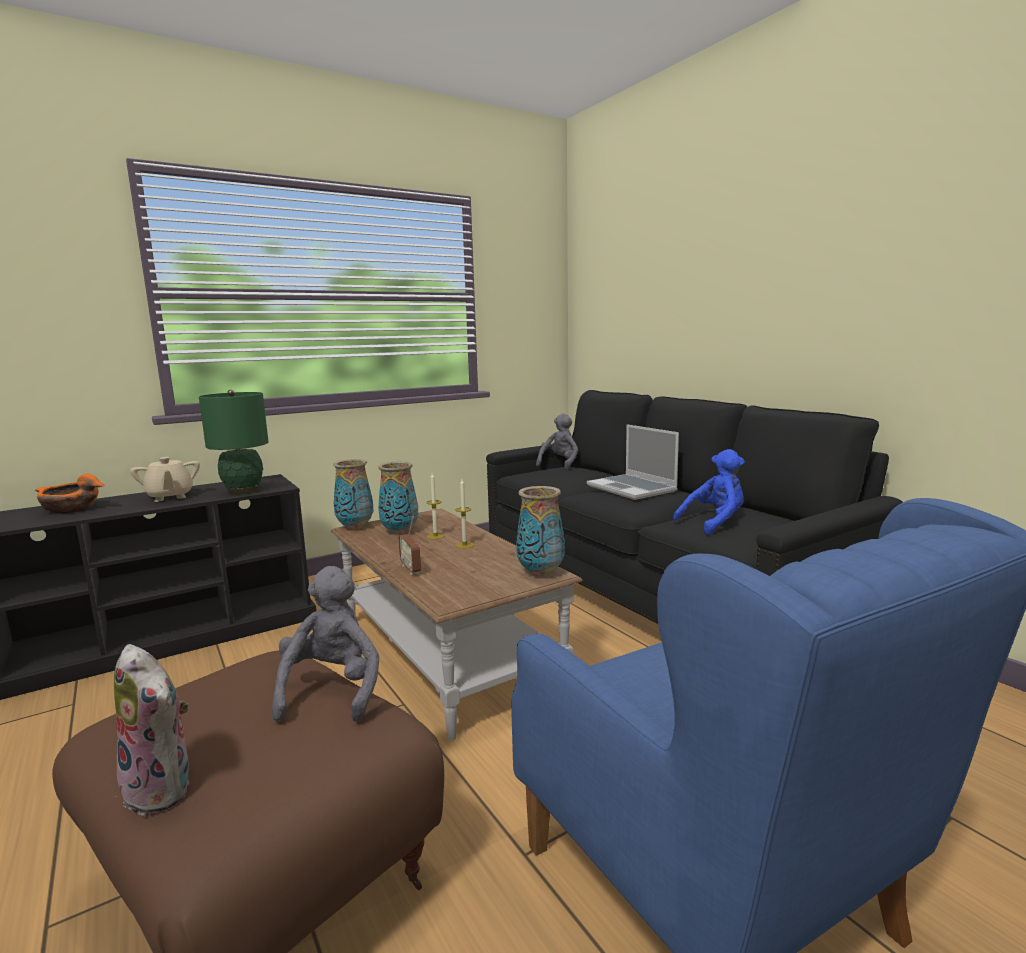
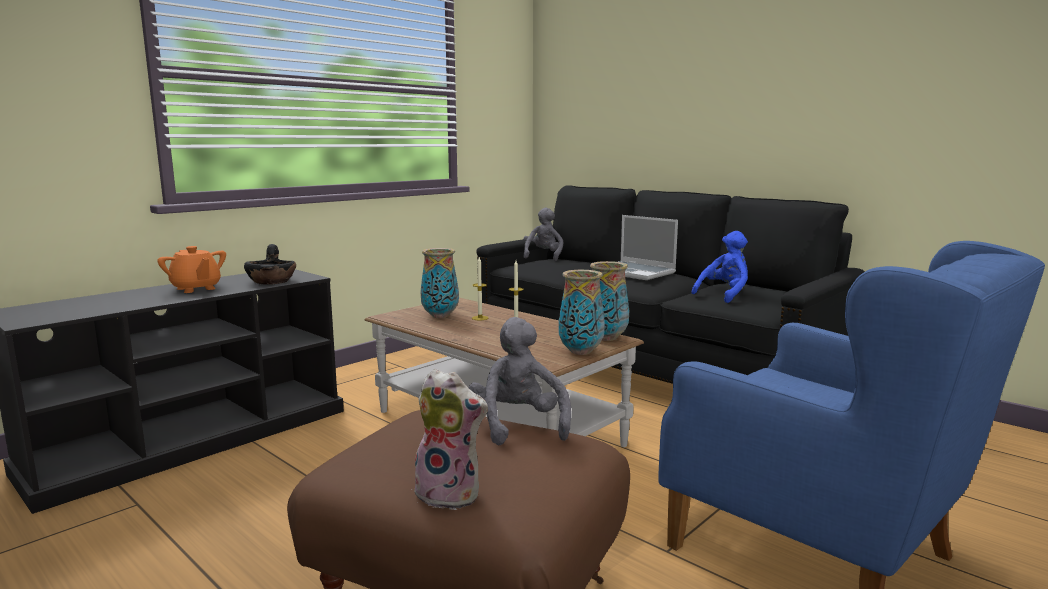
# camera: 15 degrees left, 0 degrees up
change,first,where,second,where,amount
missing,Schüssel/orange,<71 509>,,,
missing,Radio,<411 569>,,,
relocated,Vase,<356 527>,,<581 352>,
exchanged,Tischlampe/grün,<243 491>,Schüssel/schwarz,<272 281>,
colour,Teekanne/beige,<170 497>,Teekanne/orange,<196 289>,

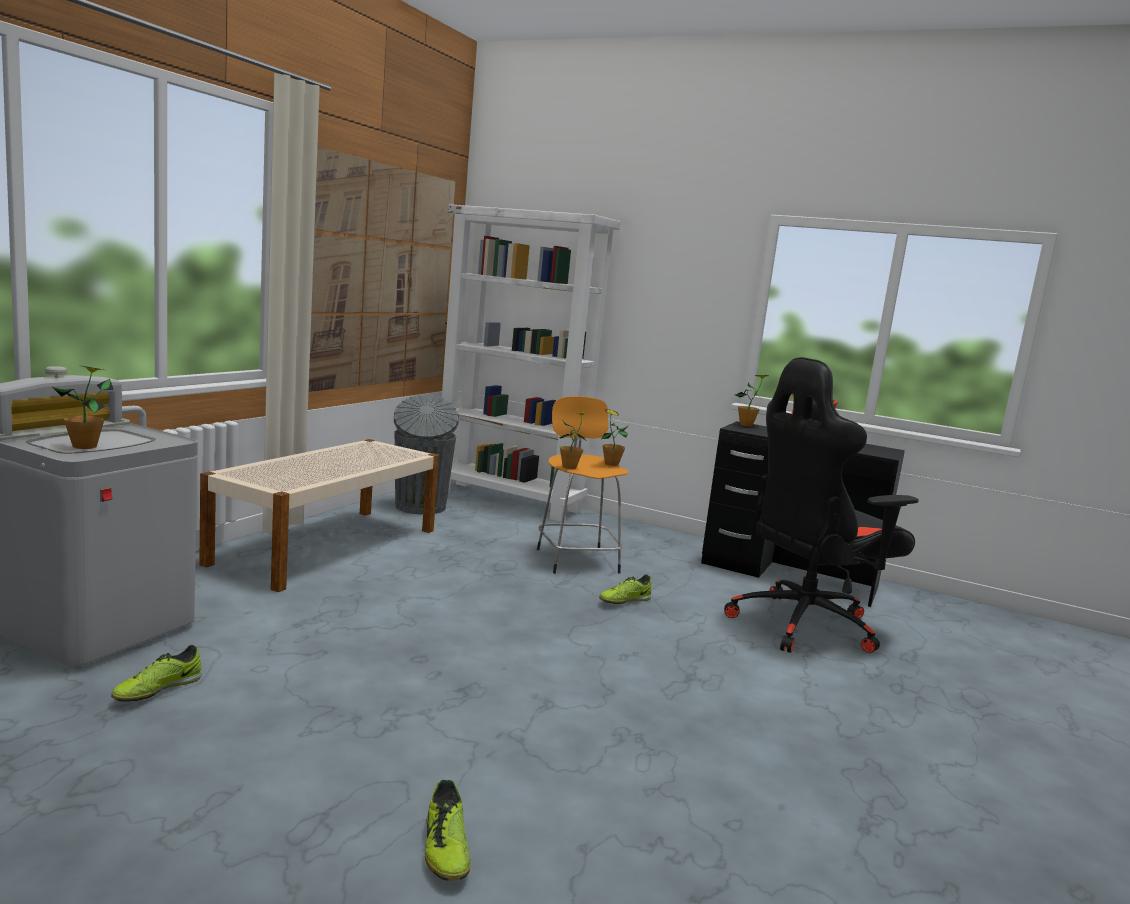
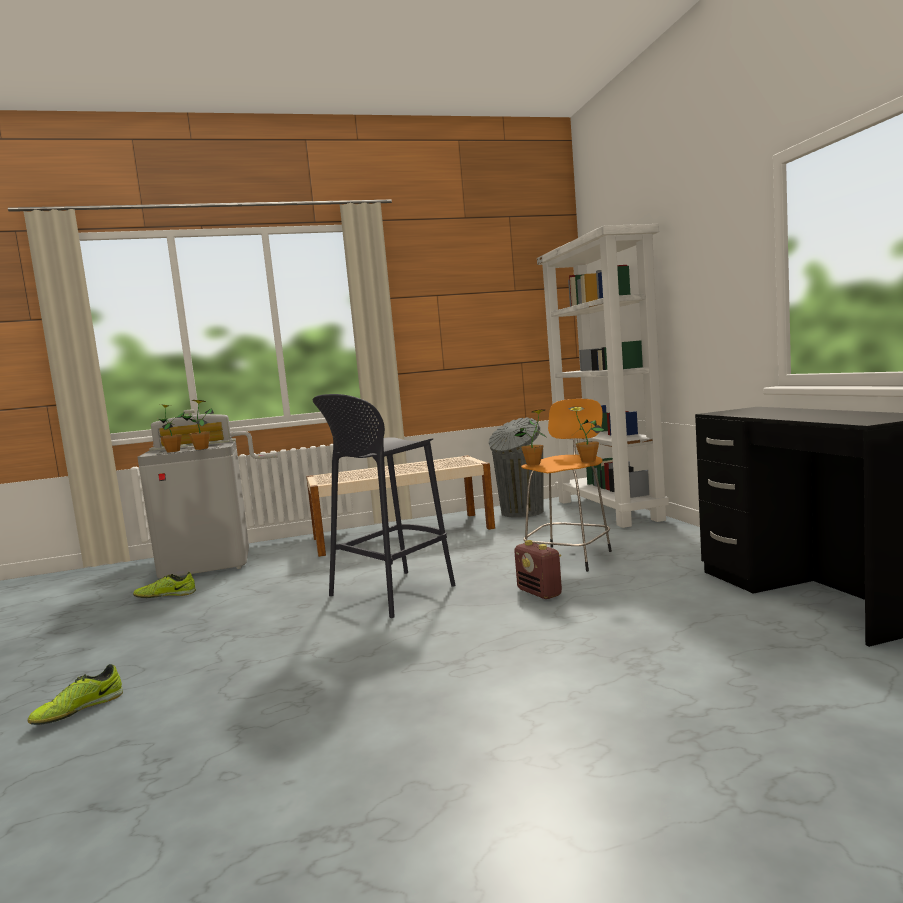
# camera: 50 degrees right, 5 degrees down
change,first,where,second,where,amount
missing,Bild,<385 277>,,,
missing,Bürostuhl/schwarz,<811 624>,,,
appeared,,,Hocker/grau,<392 593>,
relocated,Topfpflanze,<746 425>,,<201 448>,
exchanged,Schuh,<624 601>,Radio,<540 593>,

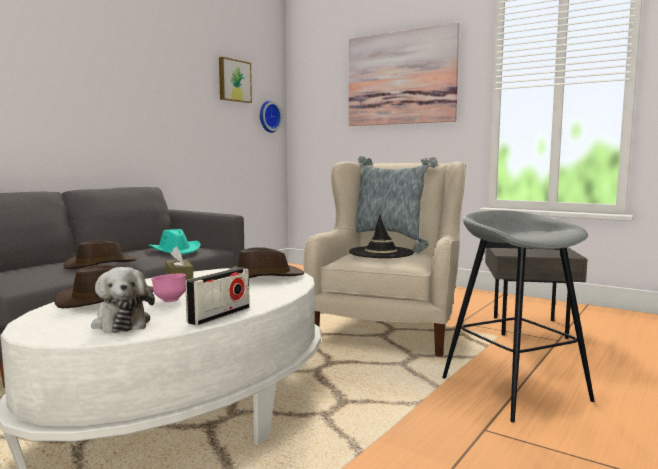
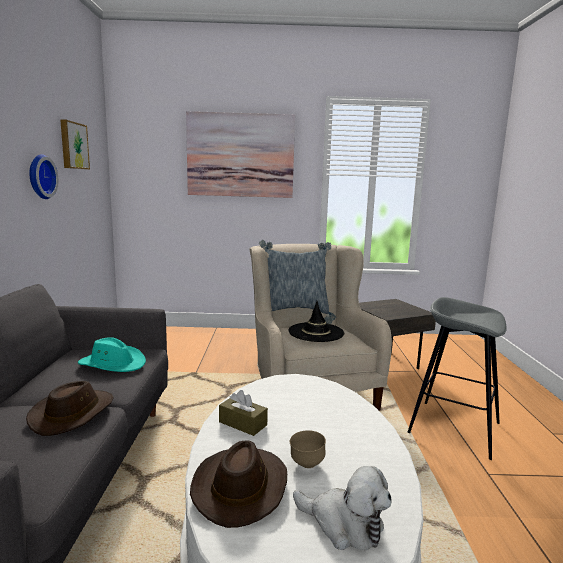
# camera: 35 degrees left, 5 degrees up
change,first,where,second,where,amount
missing,Radio,<219 315>,,,
missing,Hut/braun,<263 276>,,,
relocated,Wanduhr,<268 116>,,<40 176>,
colour,Schüssel/rosa,<169 301>,Schüssel/braun,<306 464>,

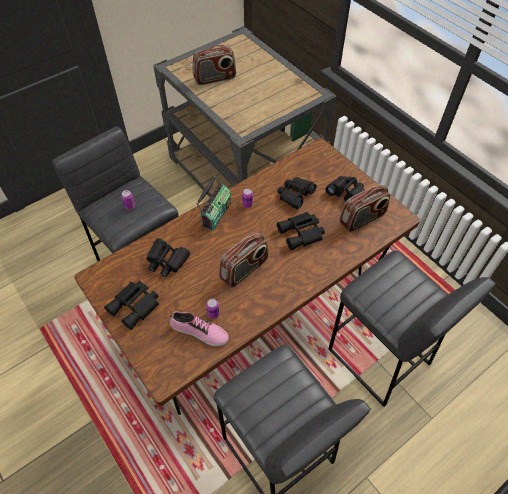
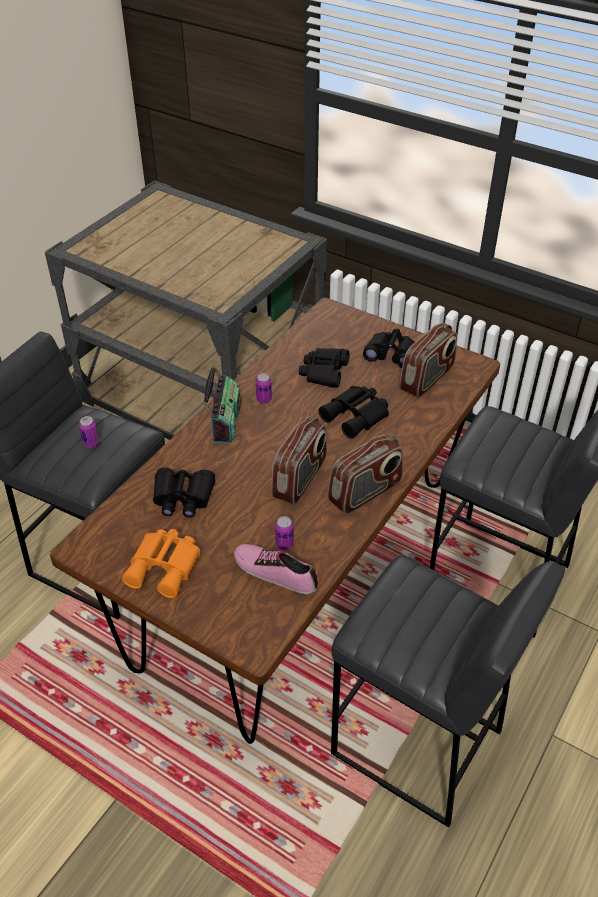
# camera: 20 degrees left, 10 degrees down
change,first,where,second,where,amount
relocated,Radio,<215 78>,,<365 493>,
colour,Fernglas/schwarz,<135 306>,Fernglas/orange,<166 567>,
spun,Schuh,<199 332>,,<275 572>,150 degrees counterclockwise

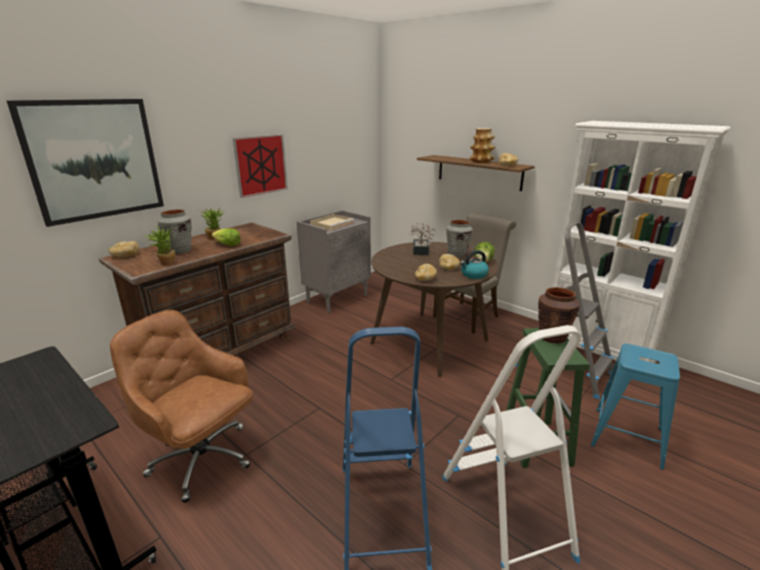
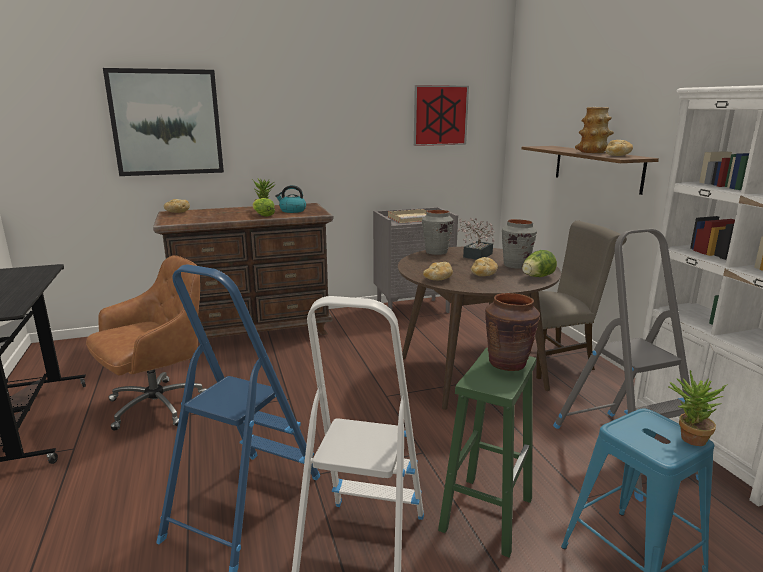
# camera: 30 degrees right, 5 degrees down
change,first,where,second,where,amount
relocated,Topfpflanze,<164 262>,,<687 438>,
relocated,Vase/grau,<180 251>,,<436 252>,
relocated,Bild,<261 165>,,<440 115>,
relocated,Wasserkessel,<473 275>,,<292 211>,
spun,Bürostuhl/braun,<202 458>,,<157 405>,75 degrees clockwise

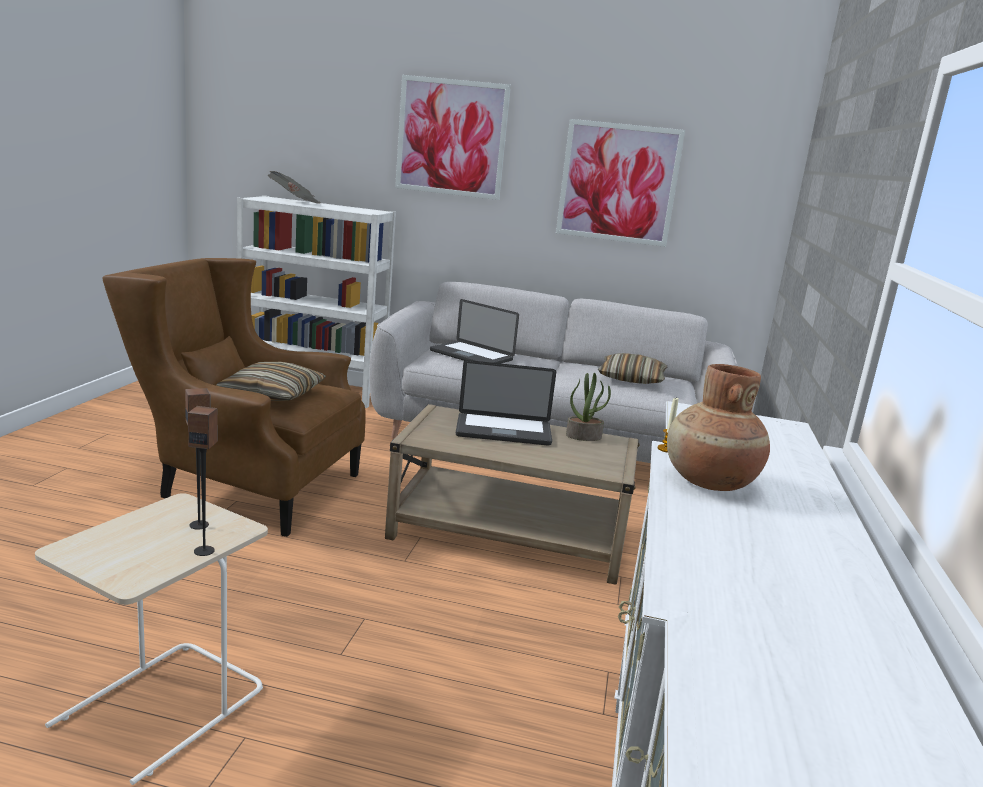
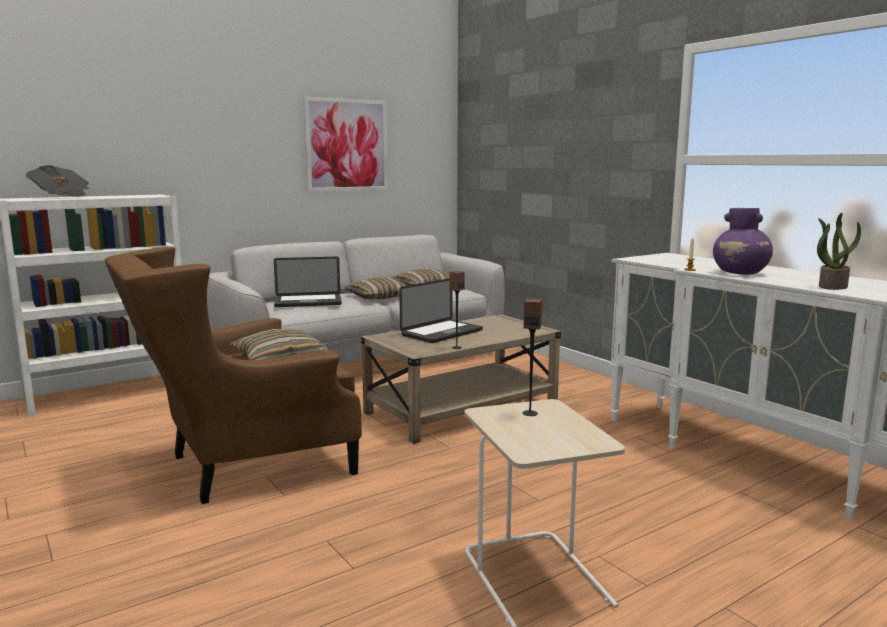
# camera: 45 degrees left, 5 degrees down
change,first,where,second,where,amount
missing,Bild,<451 138>,,,
appeared,,,Kissen,<378 297>,
relocated,Lautsprecher,<204 551>,,<456 347>,
relocated,Topfpflanze,<584 436>,,<832 286>,
colour,Vase/braun,<709 482>,Vase/lila,<740 273>,

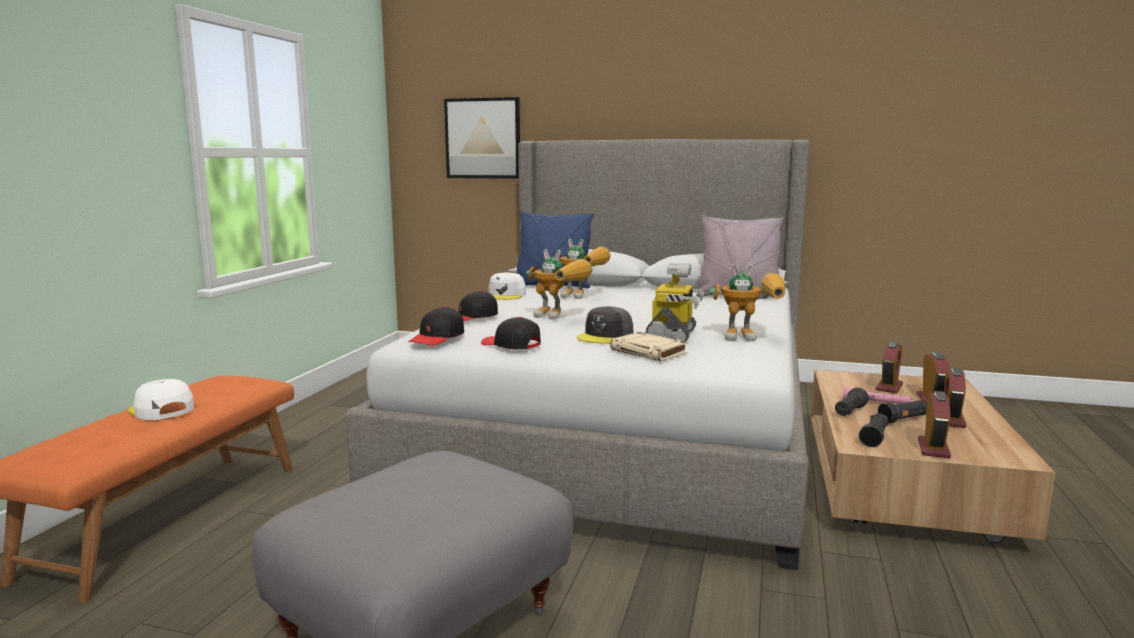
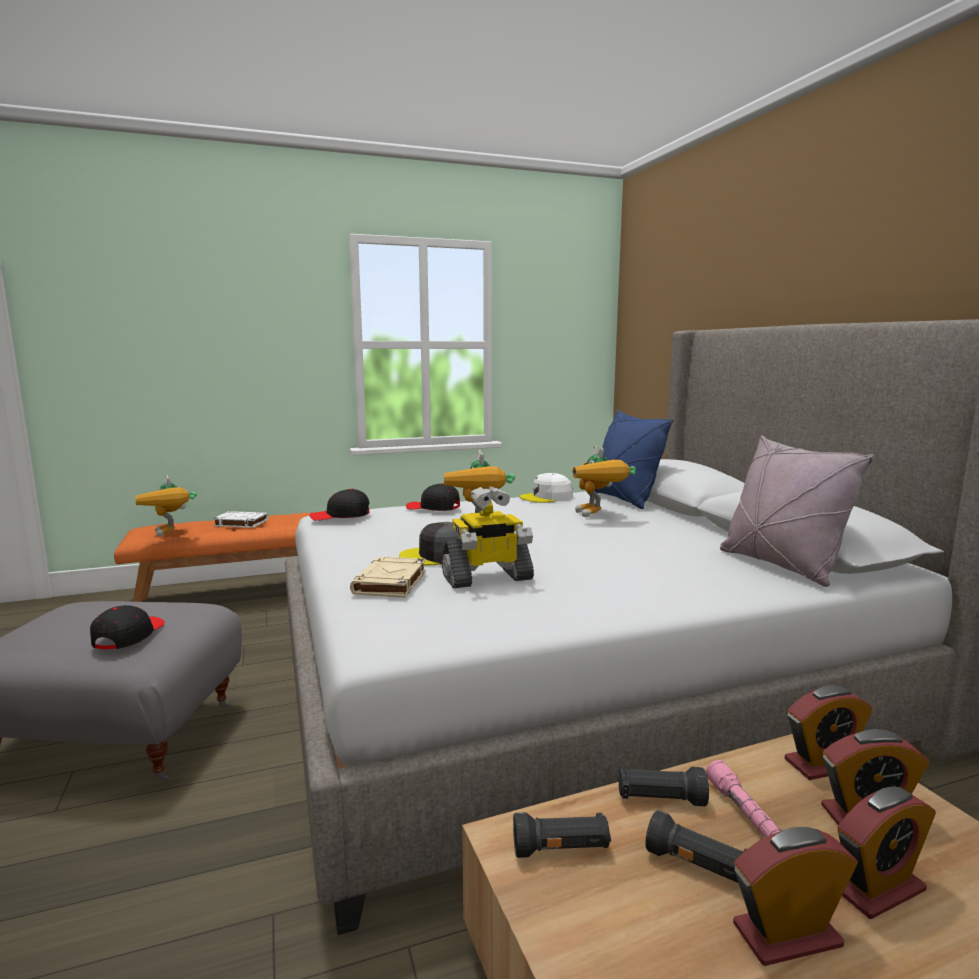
# camera: 55 degrees right, 0 degrees up
change,first,where,second,where,amount
missing,Bild,<483 138>,,,
relocated,Kappe/schwarz,<511 345>,,<128 636>,
relocated,Spielzeugroboter,<751 337>,,<171 534>,
relocated,Wecker,<933 448>,,<823 764>,
exchanged,Kappe/weiß,<161 409>,Buch/weiß,<240 523>,

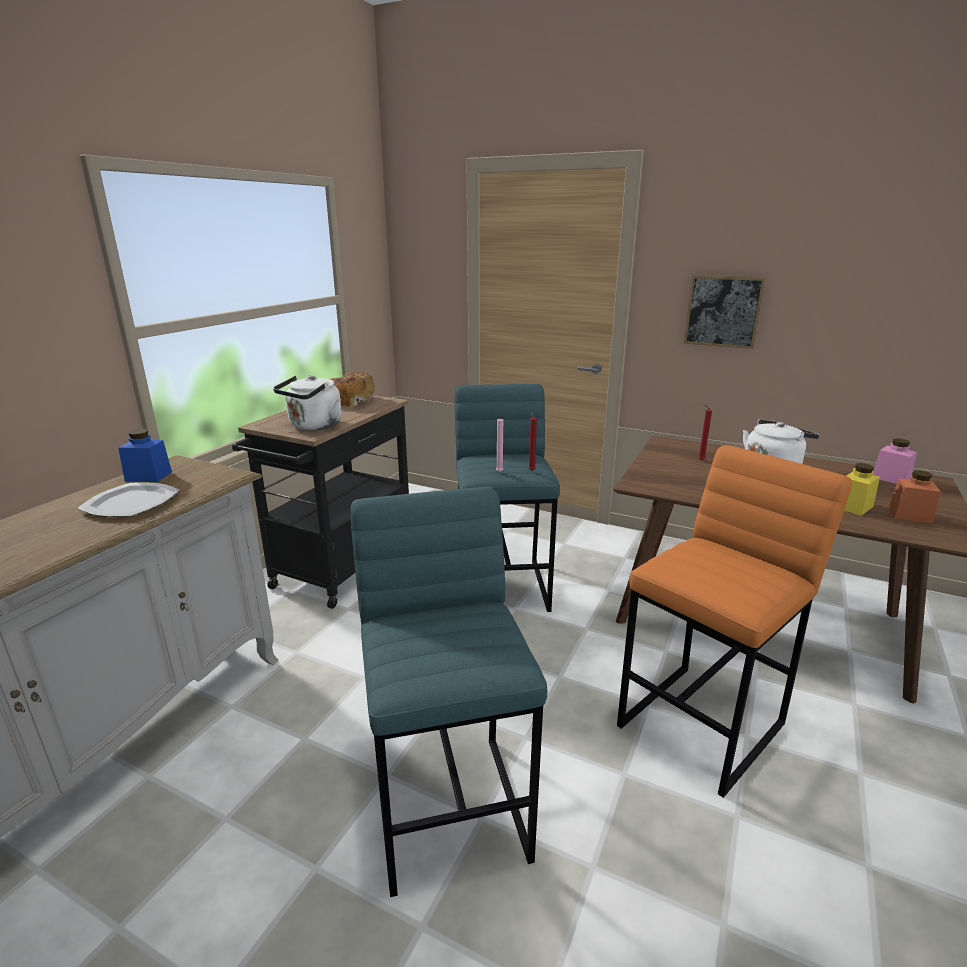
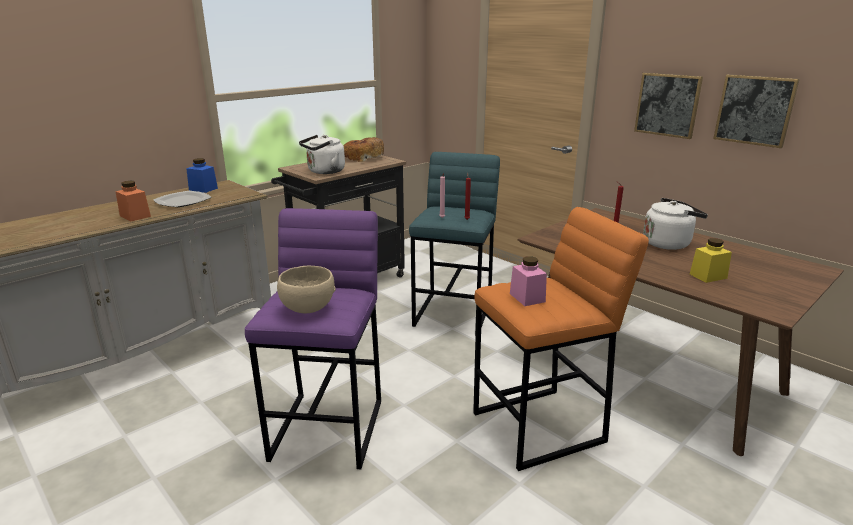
# camera: 20 degrees right, 0 degrees up
change,first,where,second,where,amount
appeared,,,Schüssel/beige,<307 308>,
appeared,,,Bild,<754 110>,
relocated,Vorratsglas/rosa,<890 478>,,<527 297>,
relocated,Vorratsglas/orange,<909 515>,,<135 216>,
colour,Hocker/türkis,<448 804>,Hocker/lila,<328 427>,

